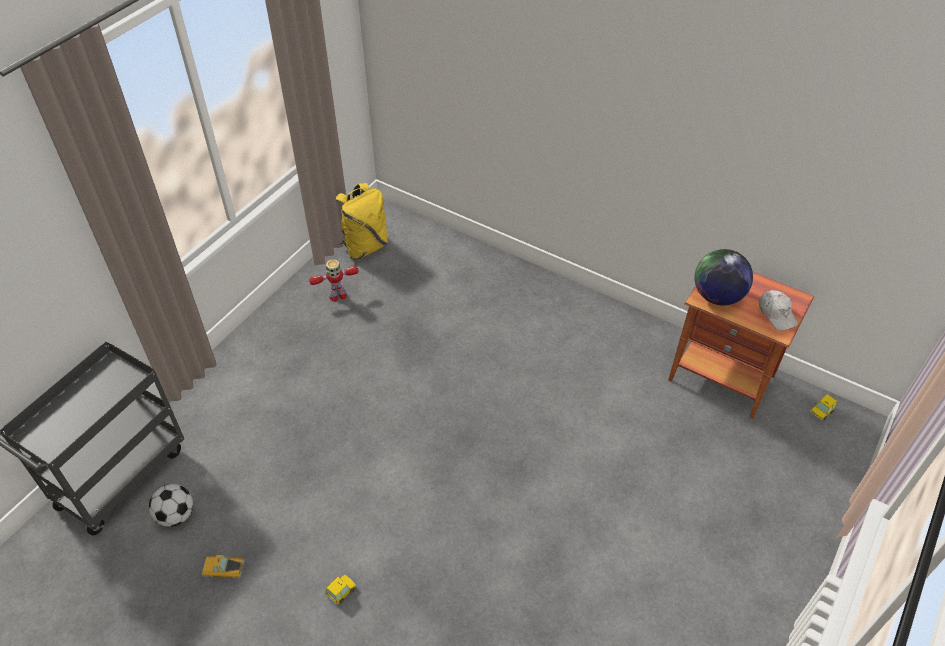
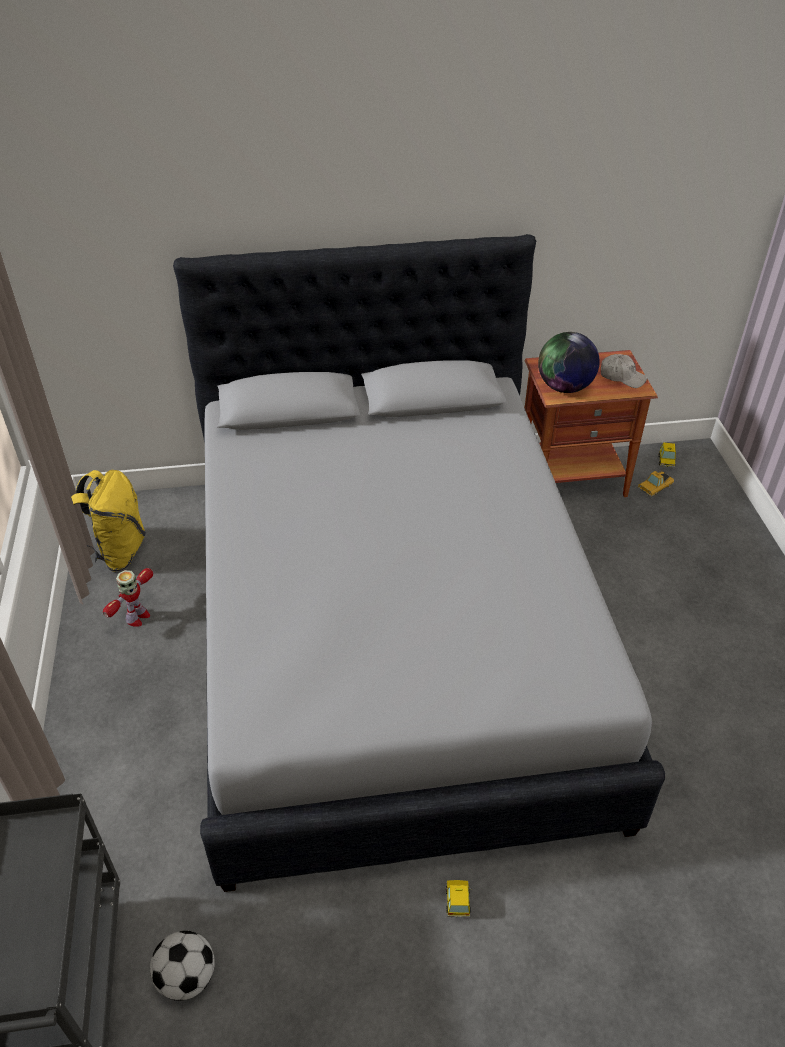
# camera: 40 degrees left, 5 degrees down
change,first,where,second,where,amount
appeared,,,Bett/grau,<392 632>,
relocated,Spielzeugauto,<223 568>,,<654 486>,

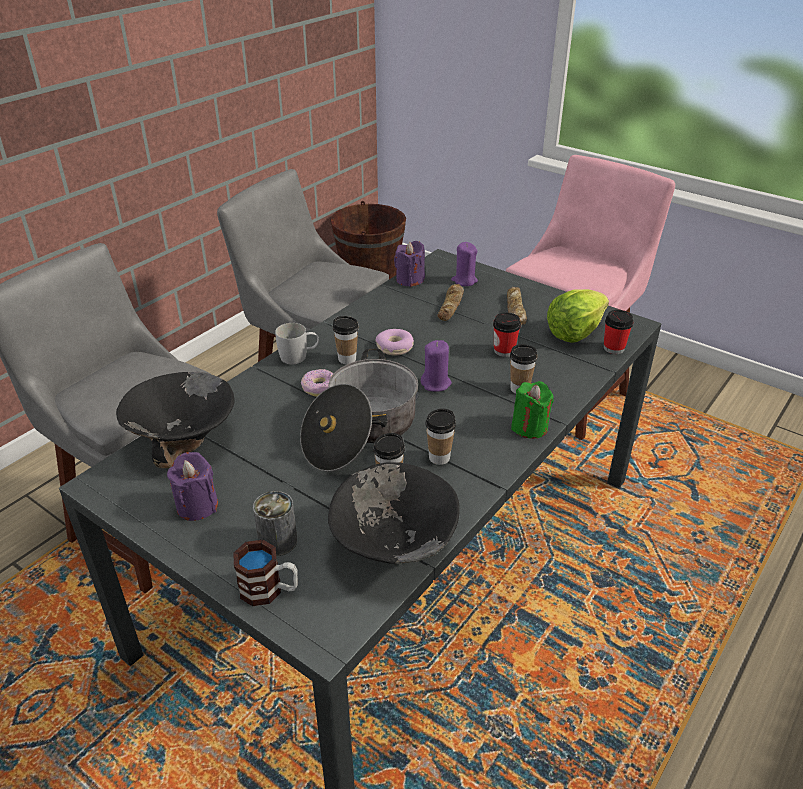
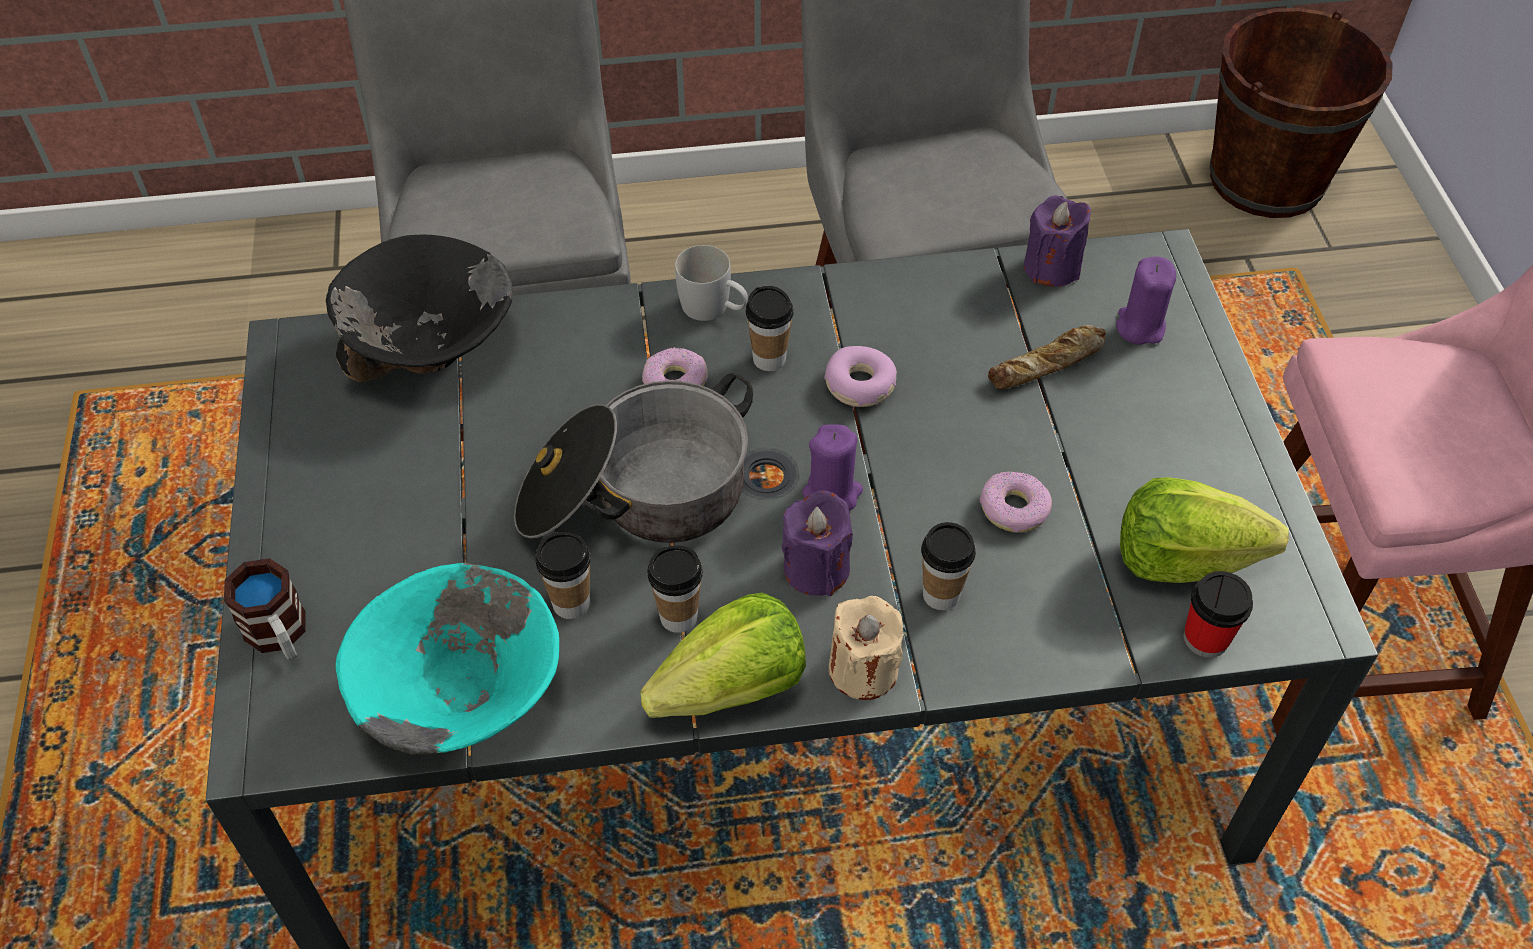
# camera: 45 degrees right, 15 degrees up
change,first,where,second,where,amount
missing,Dose,<278 541>,,,
missing,Brot,<515 310>,,,
appeared,,,Salatkopf,<733 689>,
relocated,Kerze/lila,<197 506>,,<816 568>,
exchanged,Tasse,<504 351>,Donut,<1014 509>,
colour,Schüssel/schwarz,<393 548>,Schüssel/türkis,<461 698>,
colour,Kerze/grün,<529 427>,Kerze/beige,<863 670>,

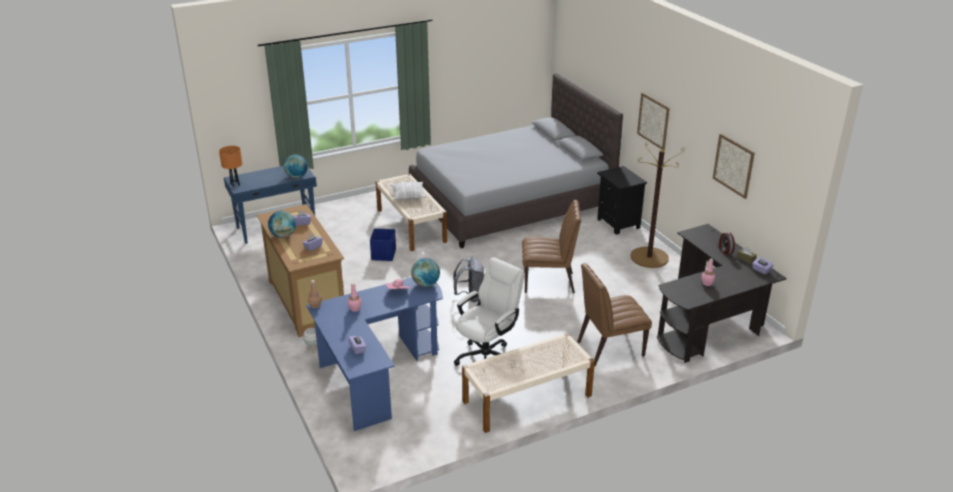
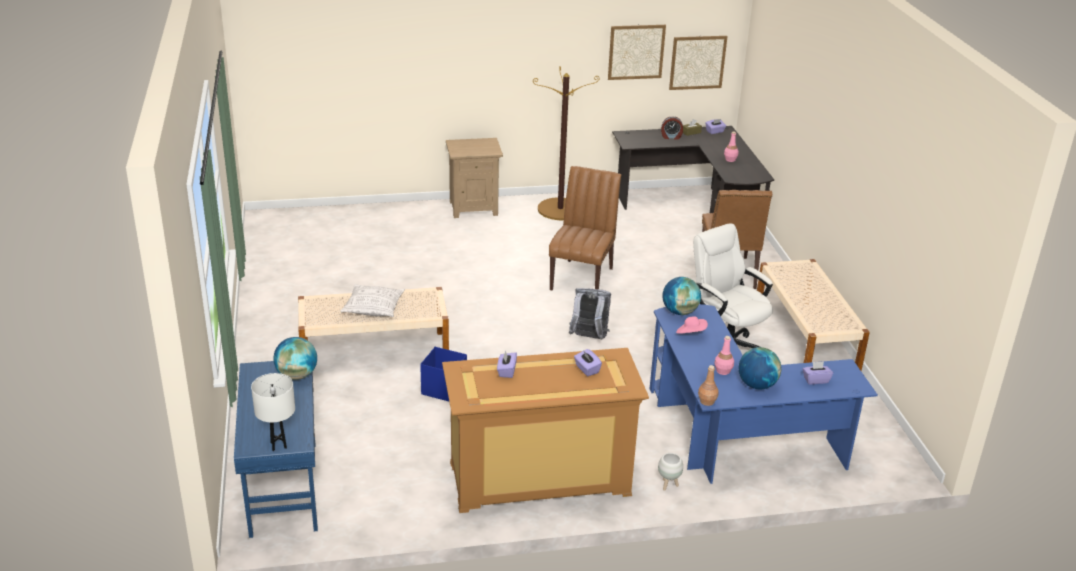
# camera: 75 degrees left, 0 degrees up
change,first,where,second,where,amount
missing,Bett/grau,<511 202>,,,
relocated,Globus,<283 235>,,<757 385>,
relocated,Bild,<653 120>,,<697 62>,
colour,Tischlampe/orange,<235 185>,Tischlampe/weiß,<278 445>,
colour,Nachttisch/schwarz,<617 224>,Nachttisch/beige,<474 209>,

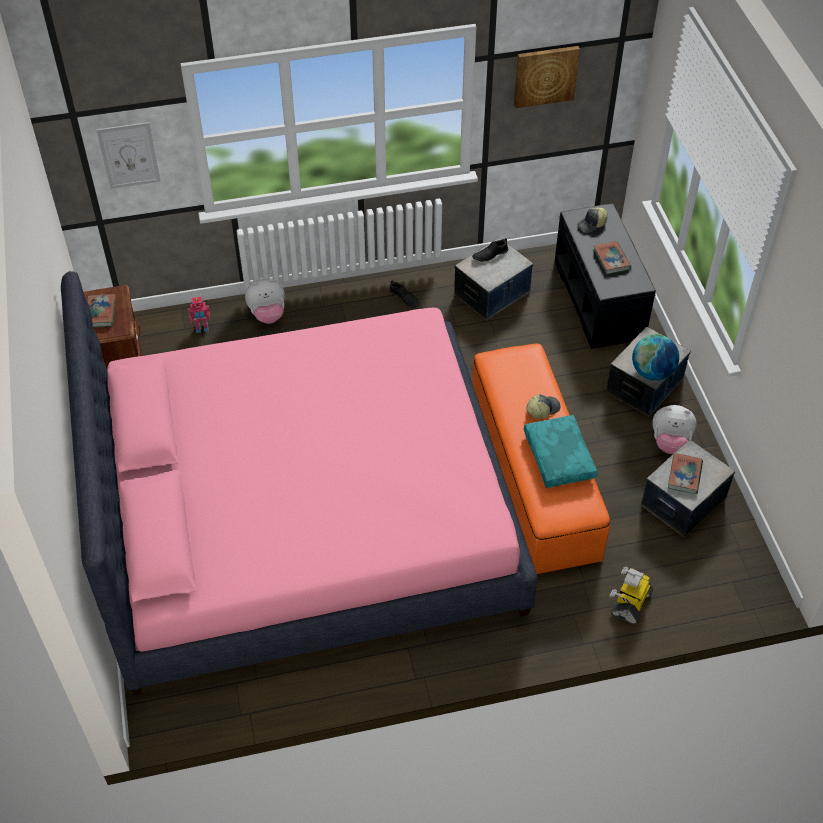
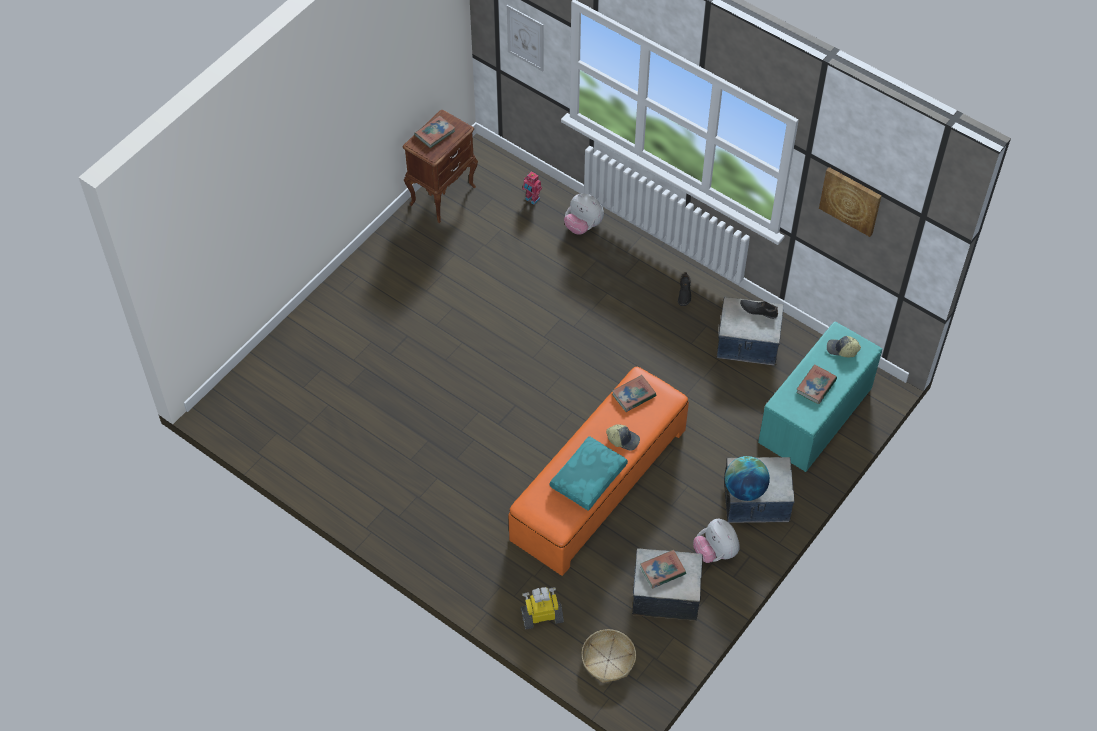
# camera: 50 degrees right, 5 degrees up
change,first,where,second,where,amount
missing,Bett/rosa,<304 517>,,,
appeared,,,Korb,<608 660>,
appeared,,,Buch,<633 395>,
colour,Bank/schwarz,<600 300>,Bank/türkis,<816 416>,

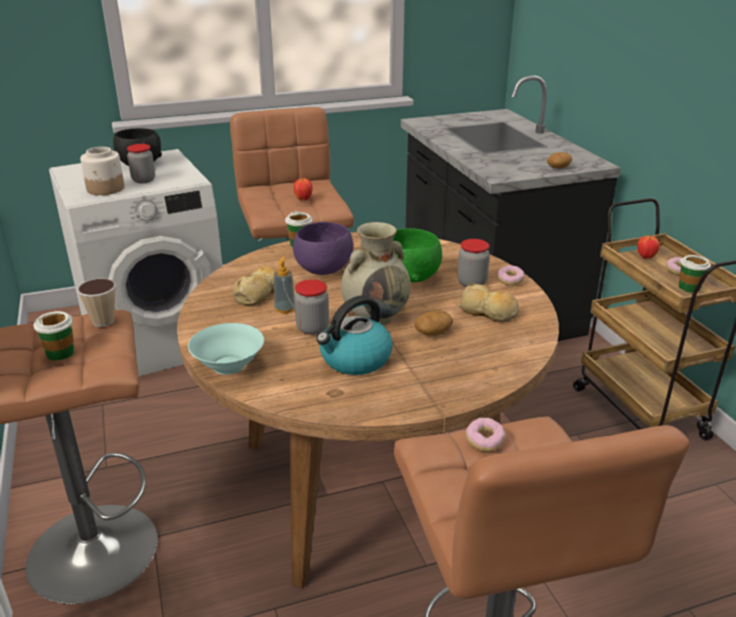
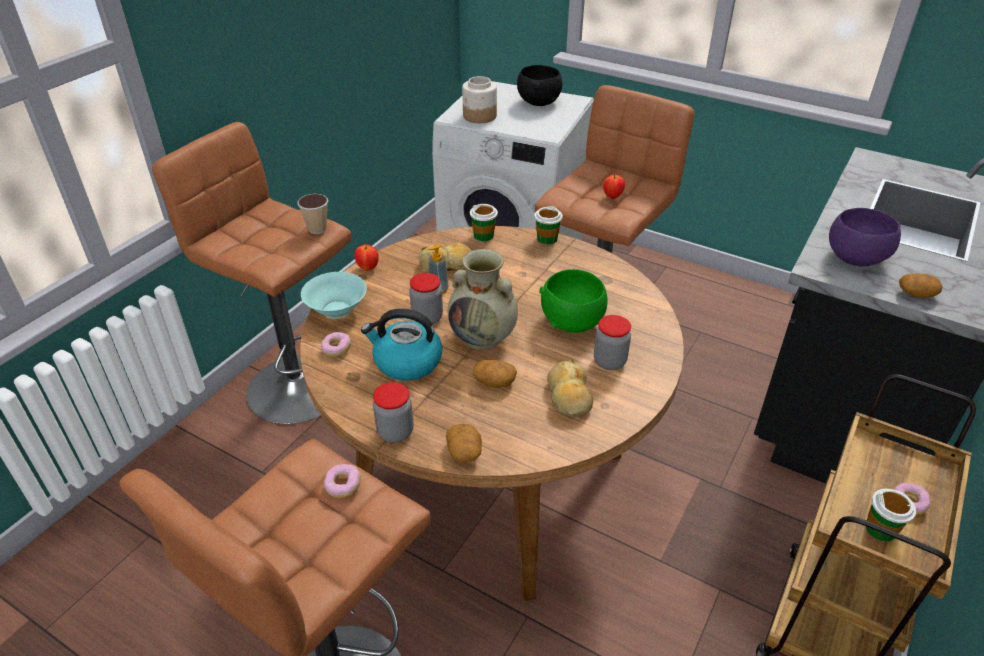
# camera: 50 degrees right, 10 degrees up
change,first,where,second,where,amount
appeared,,,Kartoffel,<464 451>,
relocated,Tasse,<60 353>,,<483 236>,
relocated,Vorratsglas,<143 180>,,<395 432>,
relocated,Schüssel/lila,<323 269>,,<854 258>,
relocated,Donut,<510 281>,,<337 349>,
relocated,Apfel,<645 257>,,<368 268>,

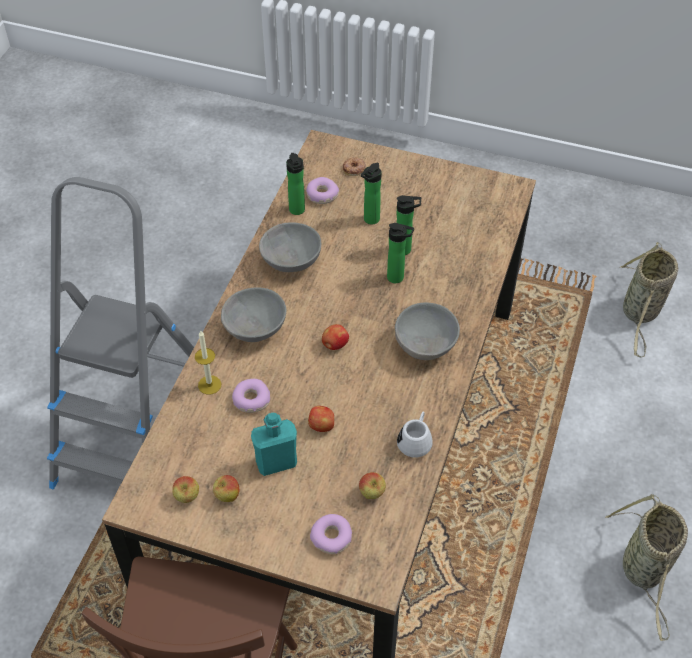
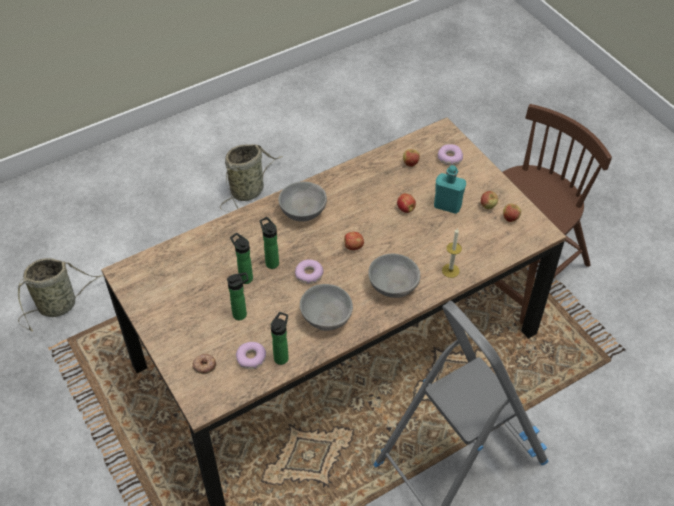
# camera: 140 degrees left, 0 degrees up
change,first,where,second,where,amount
missing,Henkelbecher/weiß,<416 440>,,,
relocated,Donut,<251 400>,,<309 275>,

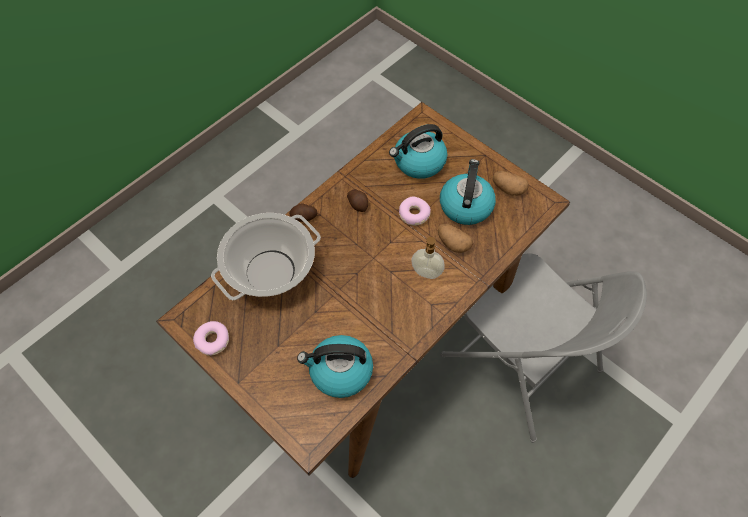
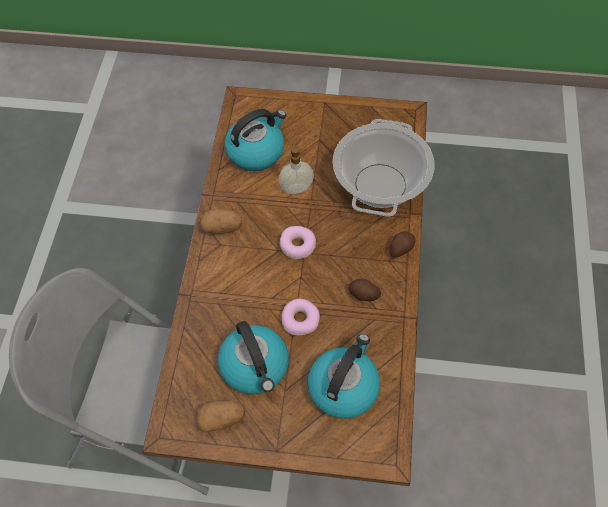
# camera: 145 degrees right, 0 degrees up
change,first,where,second,where,amount
relocated,Donut,<213 340>,,<297 246>,
relocated,Seifenspender,<426 273>,,<296 188>,
relocated,Kartoffel,<452 243>,,<222 228>,

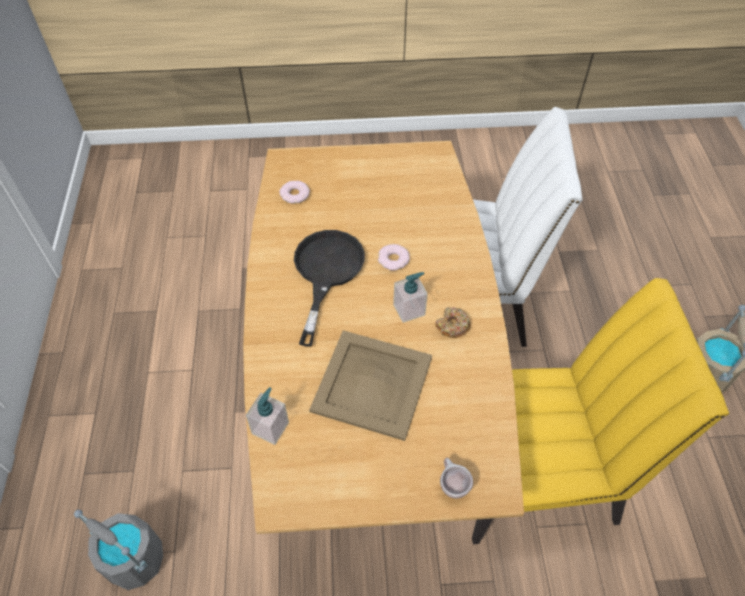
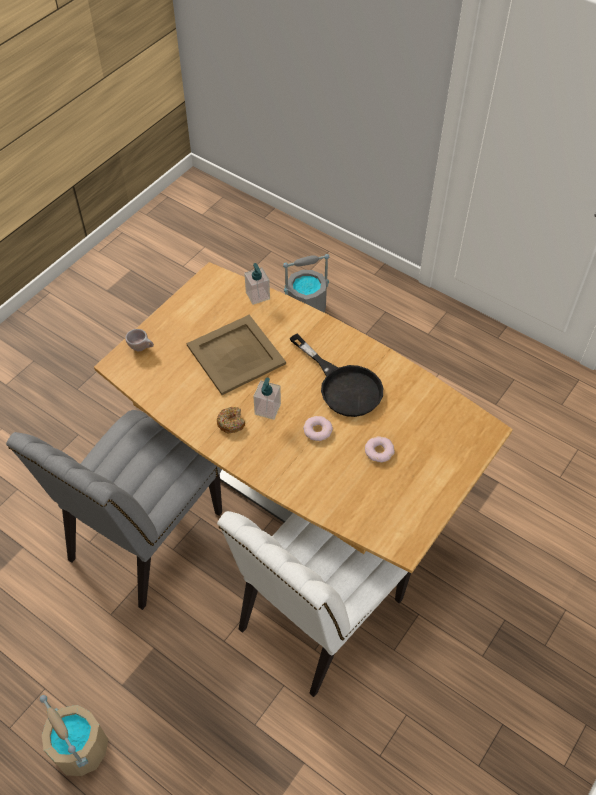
# camera: 130 degrees right, 0 degrees up
change,first,where,second,where,amount
relocated,Donut,<294 194>,,<379 451>,
colour,Stuhl/gelb,<531 480>,Stuhl/grau,<146 534>,

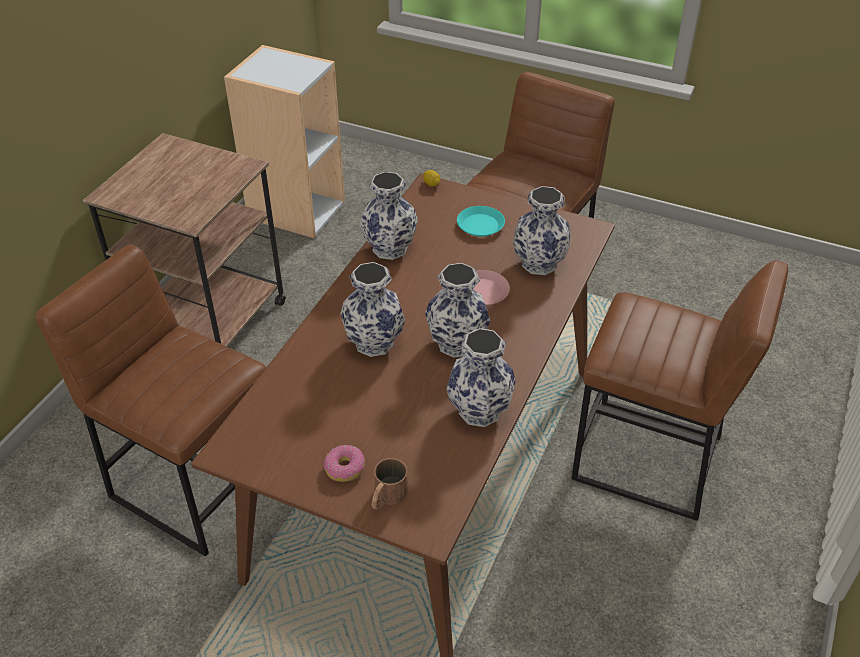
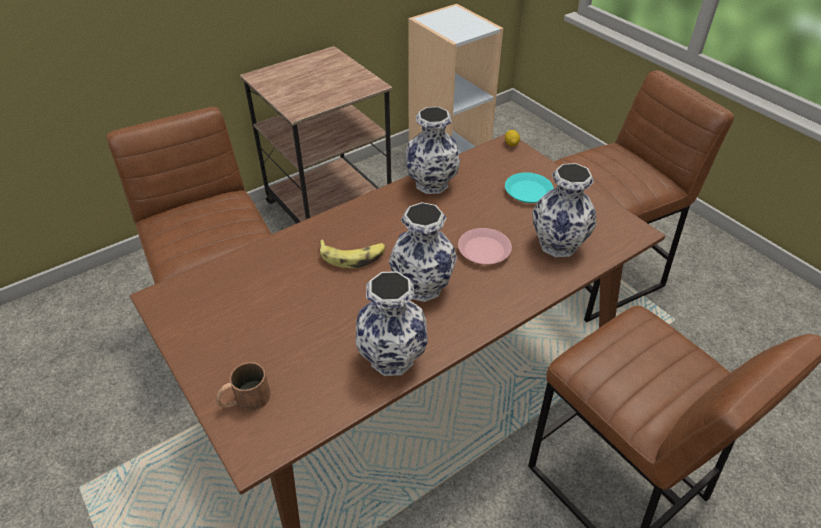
# camera: 30 degrees right, 0 degrees up
change,first,where,second,where,amount
missing,Donut,<345 468>,,,
exchanged,Vase,<374 342>,Banane,<353 256>,

